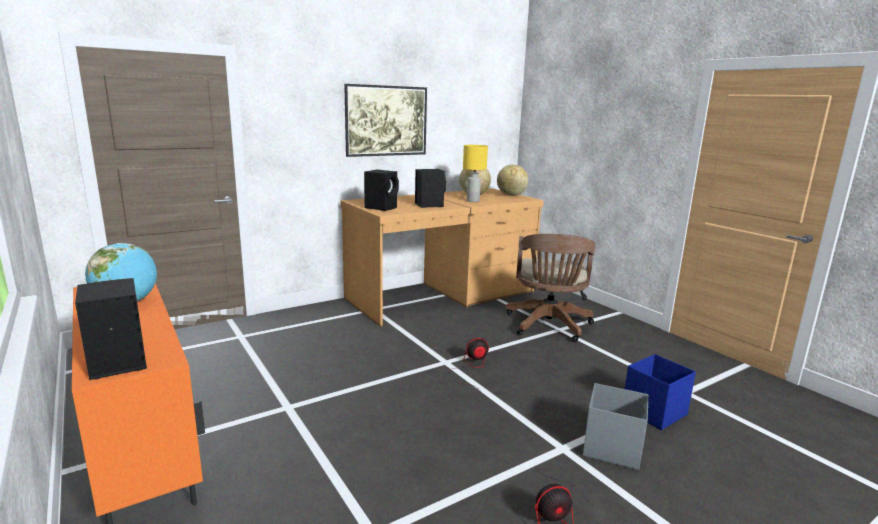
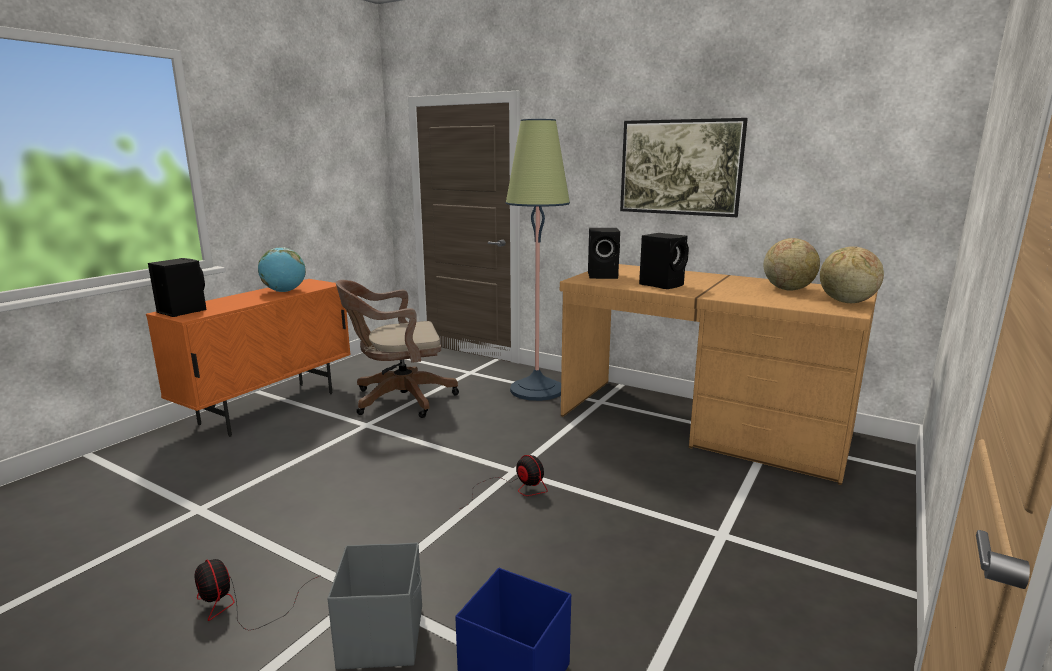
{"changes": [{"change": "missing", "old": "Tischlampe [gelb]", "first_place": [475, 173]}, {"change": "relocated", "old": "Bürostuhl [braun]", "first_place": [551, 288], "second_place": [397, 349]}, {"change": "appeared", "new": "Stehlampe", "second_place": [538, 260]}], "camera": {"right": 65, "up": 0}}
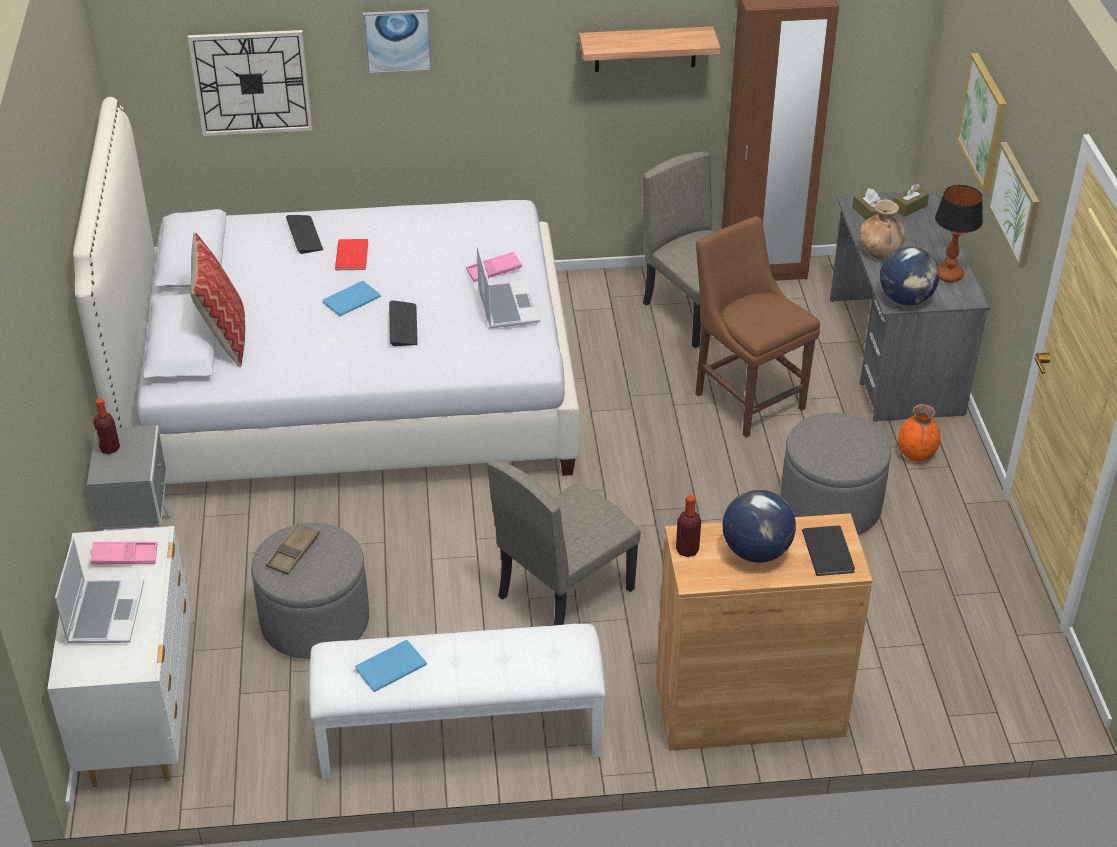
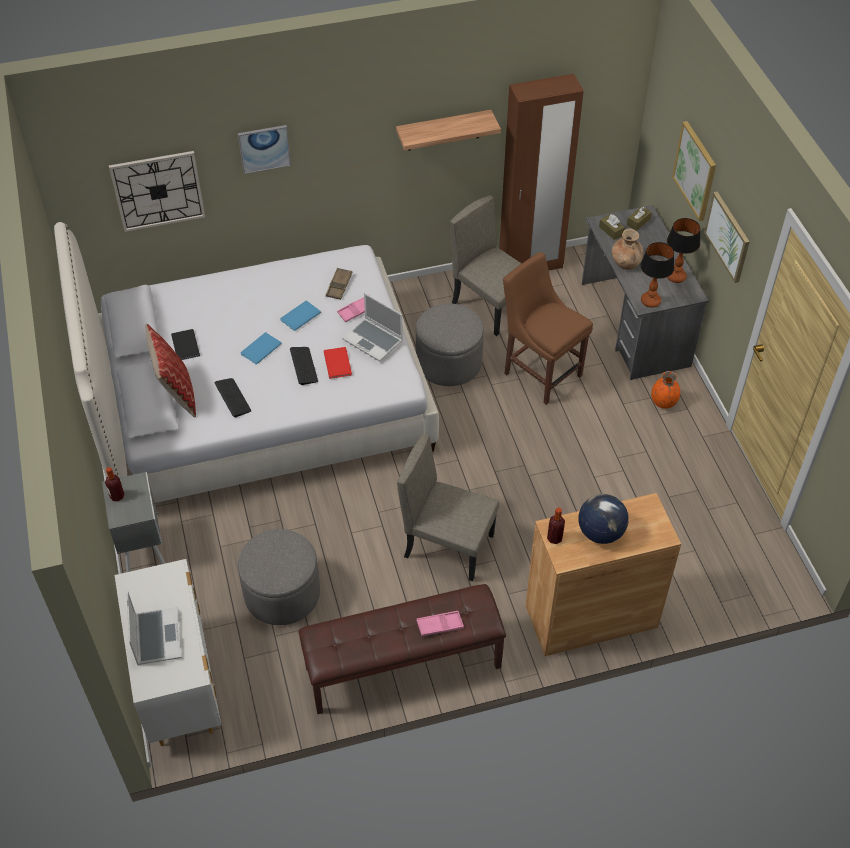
{"changes": [{"change": "relocated", "old": "Tablett [rosa]", "first_place": [124, 553], "second_place": [440, 623]}, {"change": "relocated", "old": "Tablett [braun]", "first_place": [293, 548], "second_place": [339, 284]}, {"change": "relocated", "old": "Tastatur", "first_place": [304, 234], "second_place": [233, 397]}, {"change": "colour", "old": "Bank [weiß]", "new": "Bank [braun]", "first_place": [457, 701], "second_place": [402, 649]}, {"change": "relocated", "old": "Buch [rot]", "first_place": [351, 254], "second_place": [338, 363]}, {"change": "relocated", "old": "Buch [blau]", "first_place": [391, 666], "second_place": [300, 316]}, {"change": "spun", "old": "Laptop", "first_place": [508, 287], "second_place": [373, 327], "degrees": 150}, {"change": "spun", "old": "Stuhl [beige]", "first_place": [564, 542], "second_place": [448, 507], "degrees": 75}, {"change": "relocated", "old": "Polsterhocker [grau]", "first_place": [835, 473], "second_place": [450, 345]}, {"change": "relocated", "old": "Buch [schwarz]", "first_place": [828, 550], "second_place": [185, 344]}, {"change": "exchanged", "old": "Globus", "new": "Tischlampe", "first_place": [909, 276], "second_place": [657, 275]}], "camera": {"right": -10, "up": 10}}
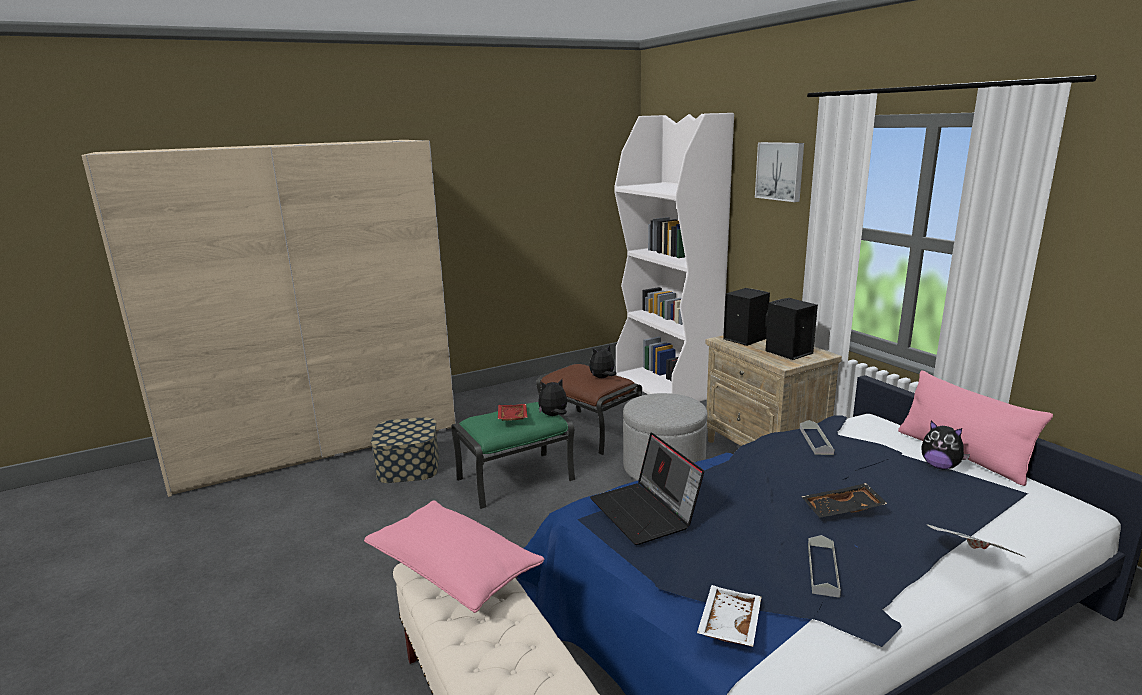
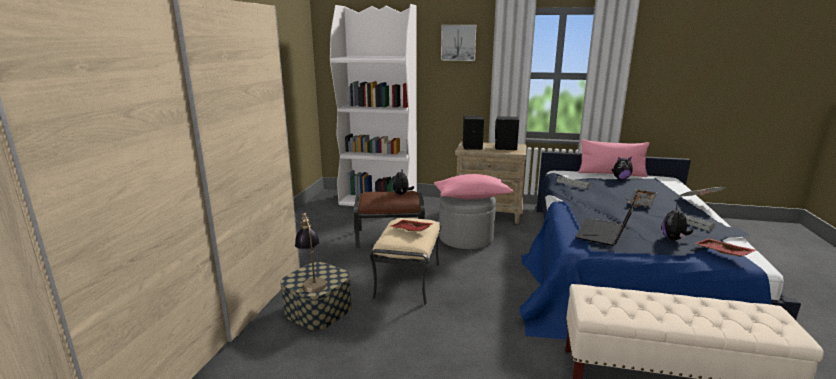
{"changes": [{"change": "relocated", "old": "Kissen [rosa]", "first_place": [454, 556], "second_place": [473, 186]}, {"change": "colour", "old": "Polsterhocker [grün]", "new": "Polsterhocker [beige]", "first_place": [513, 455], "second_place": [405, 261]}, {"change": "relocated", "old": "Plüschtier", "first_place": [552, 397], "second_place": [677, 223]}, {"change": "spun", "old": "Laptop", "first_place": [647, 488], "second_place": [606, 220], "degrees": 105}, {"change": "colour", "old": "Tablett [weiß]", "new": "Tablett [rot]", "first_place": [729, 616], "second_place": [726, 247]}, {"change": "appeared", "new": "Tischlampe", "second_place": [311, 253]}], "camera": {"right": -50, "up": 0}}
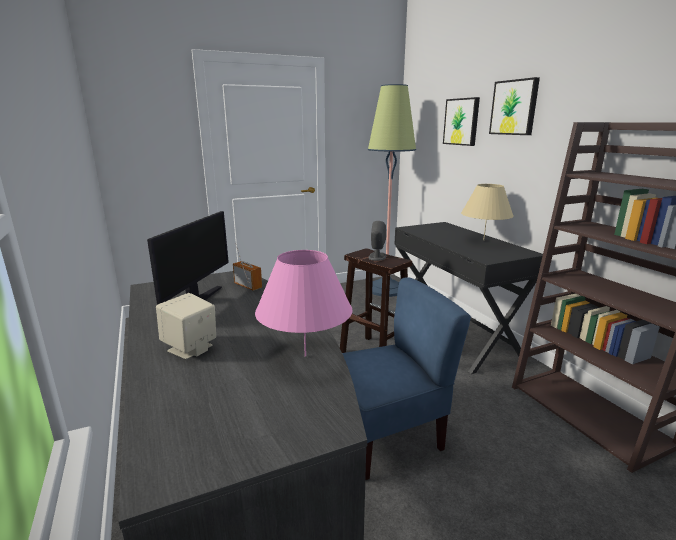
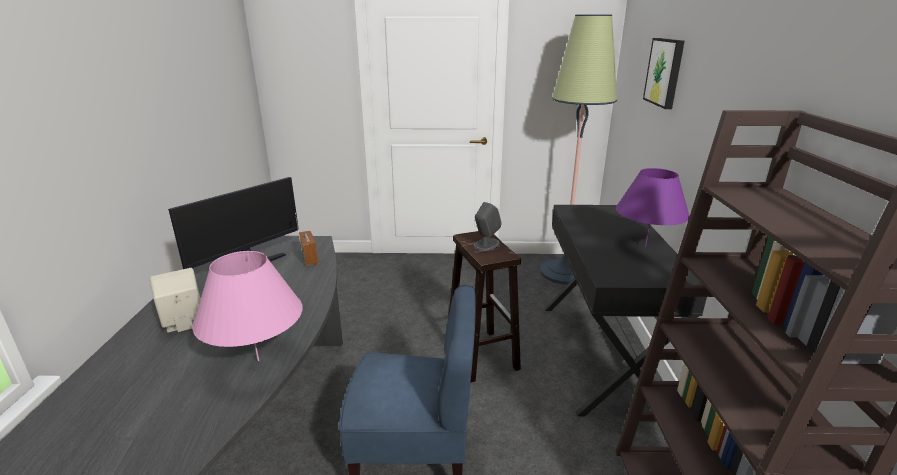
{"changes": [{"change": "colour", "old": "Tischlampe [beige]", "new": "Tischlampe [lila]", "first_place": [487, 212], "second_place": [653, 207]}, {"change": "missing", "old": "Bild", "first_place": [514, 106]}], "camera": {"right": 25, "up": 5}}
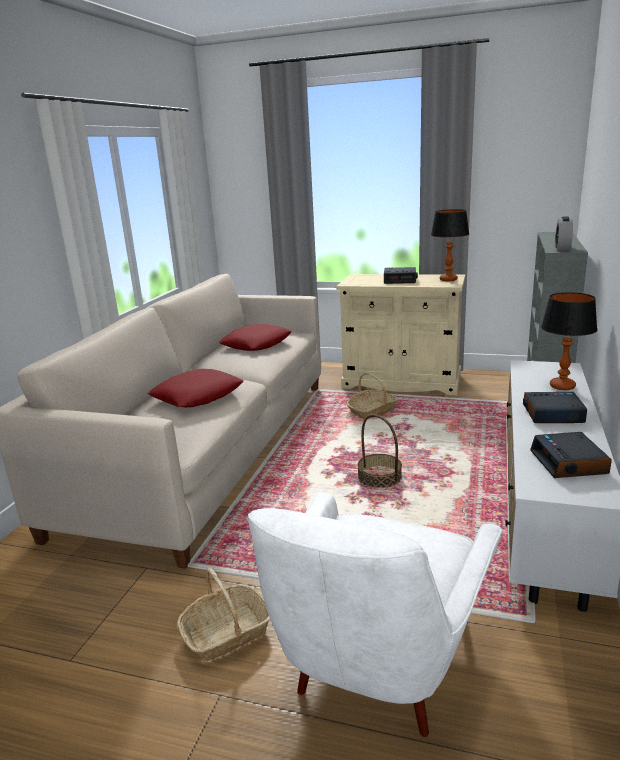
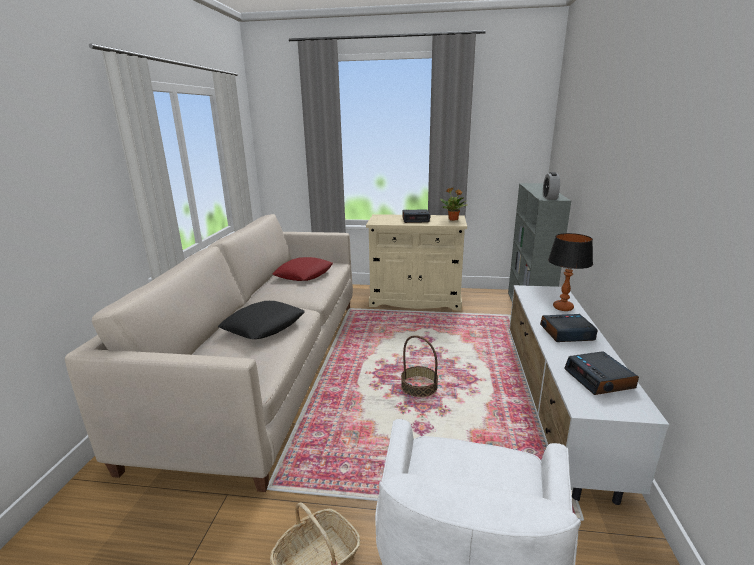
{"changes": [{"change": "colour", "old": "Kissen [rot]", "new": "Kissen [schwarz]", "first_place": [195, 388], "second_place": [261, 320]}, {"change": "missing", "old": "Korb", "first_place": [372, 396]}, {"change": "exchanged", "old": "Tischlampe", "new": "Topfpflanze", "first_place": [450, 245], "second_place": [454, 204]}], "camera": {"right": -10, "up": 0}}
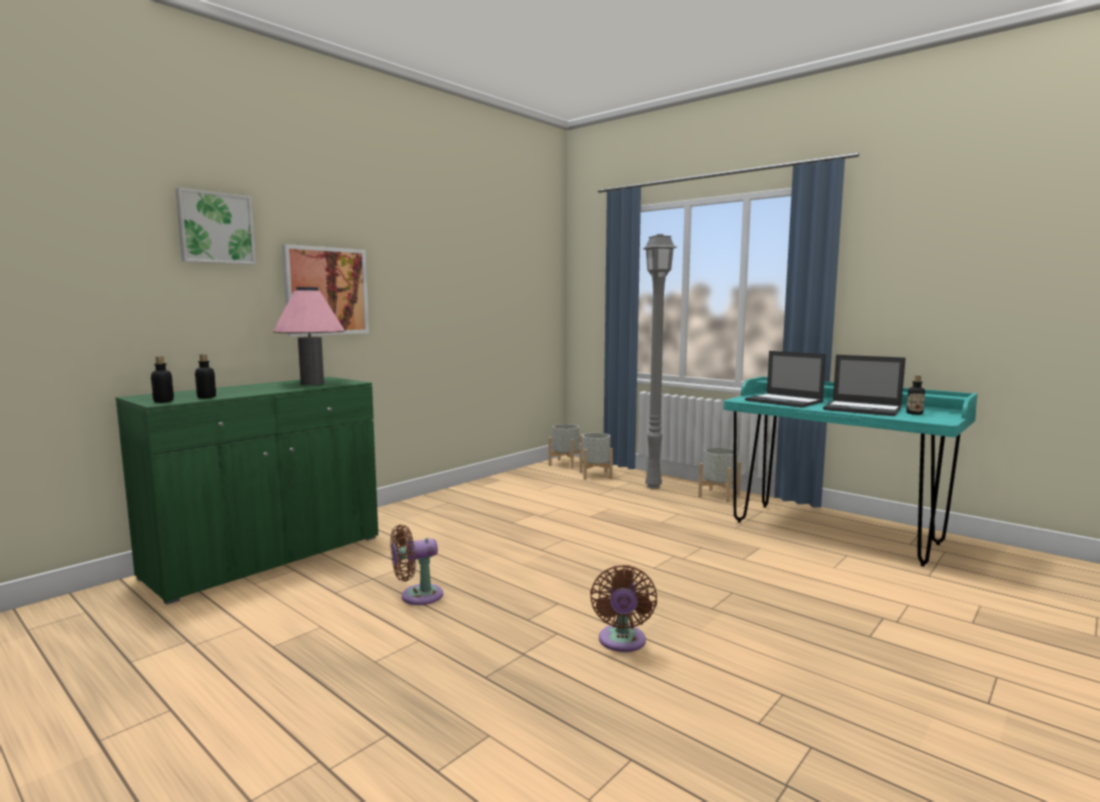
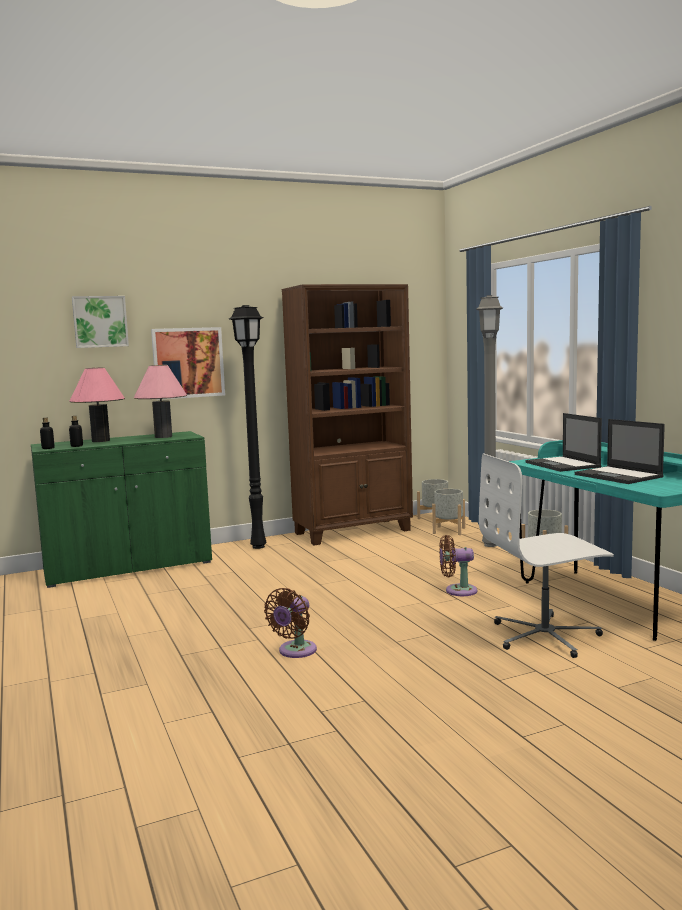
{"changes": [{"change": "relocated", "old": "Ventilator [braun]", "first_place": [416, 564], "second_place": [458, 565]}, {"change": "missing", "old": "Flasche", "first_place": [915, 395]}, {"change": "appeared", "new": "Tischlampe [rosa]", "second_place": [97, 404]}, {"change": "appeared", "new": "Stehlampe [schwarz]", "second_place": [248, 427]}, {"change": "appeared", "new": "Bücherregal [braun]", "second_place": [347, 414]}, {"change": "appeared", "new": "Bürostuhl [weiß]", "second_place": [546, 556]}], "camera": {"right": 25, "up": 0}}
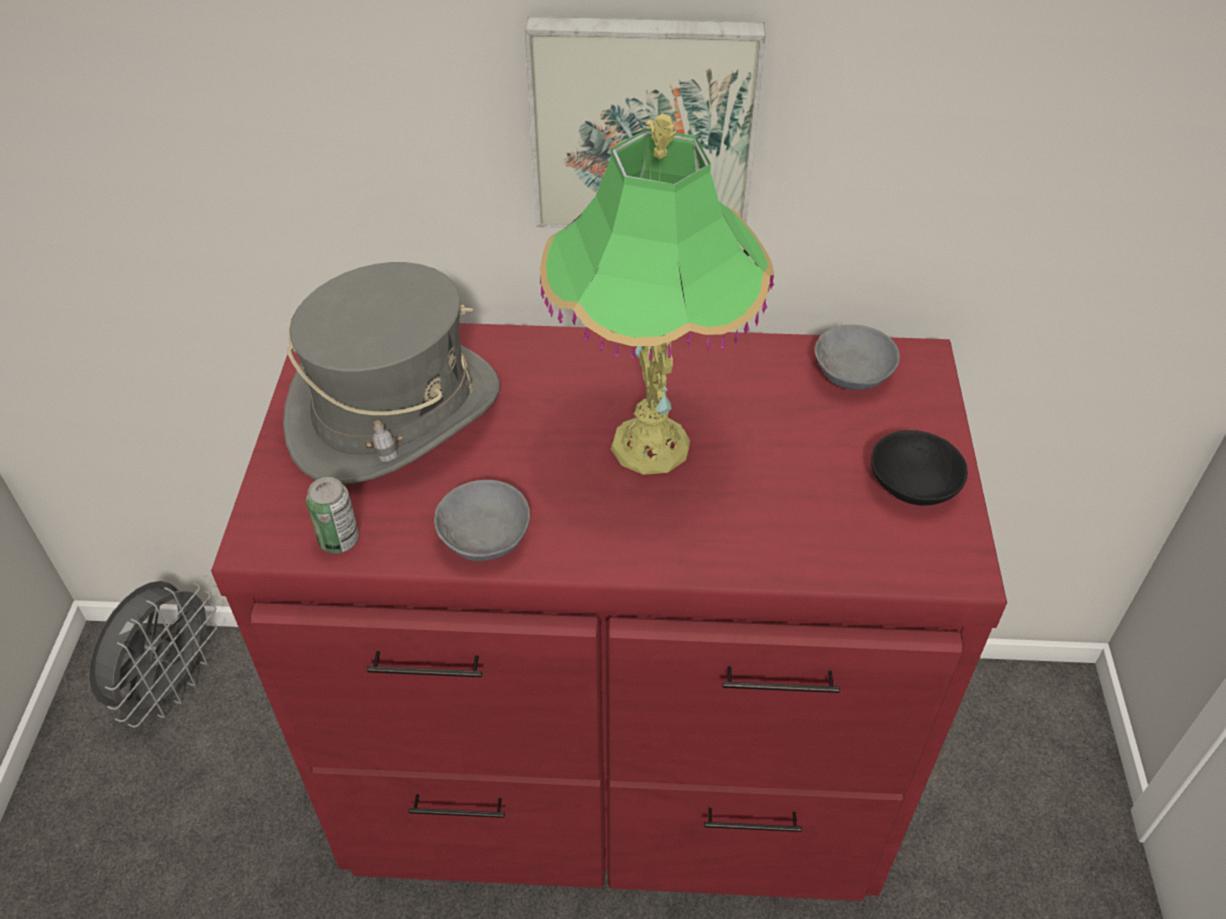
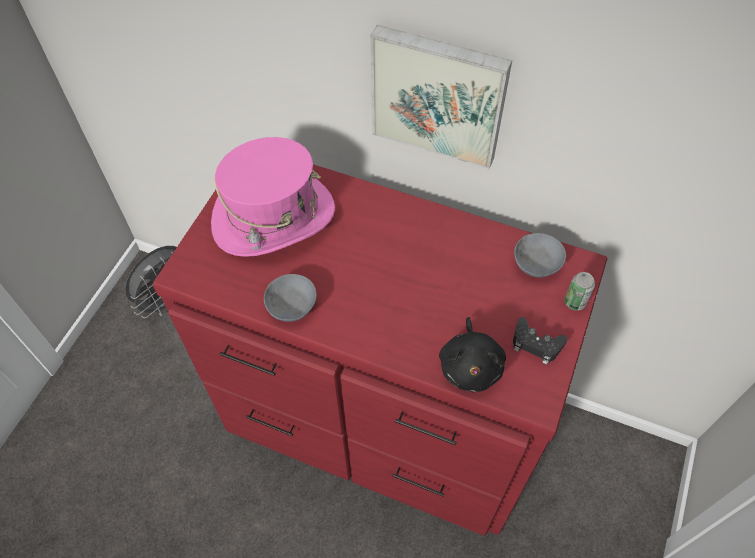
{"changes": [{"change": "colour", "old": "Hut [grau]", "new": "Hut [rosa]", "first_place": [391, 373], "second_place": [273, 197]}, {"change": "relocated", "old": "Dose", "first_place": [332, 515], "second_place": [579, 291]}, {"change": "missing", "old": "Tischlampe", "first_place": [657, 294]}, {"change": "exchanged", "old": "Schüssel [schwarz]", "new": "Gamepad [schwarz]", "first_place": [919, 468], "second_place": [540, 341]}, {"change": "appeared", "new": "Plüschtier [schwarz]", "second_place": [472, 354]}], "camera": {"right": 20, "up": 10}}
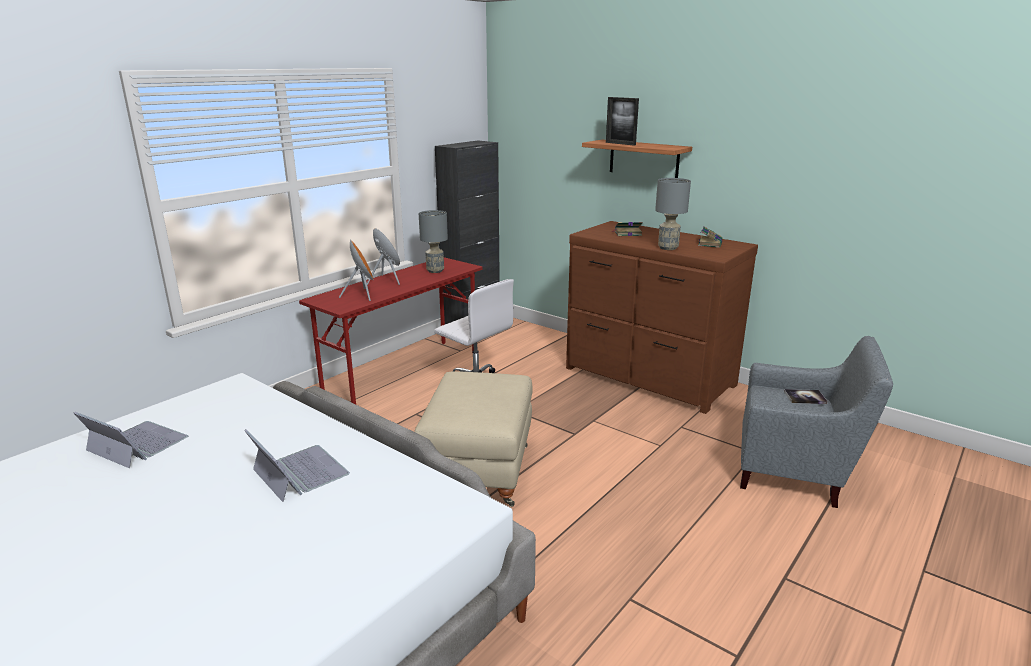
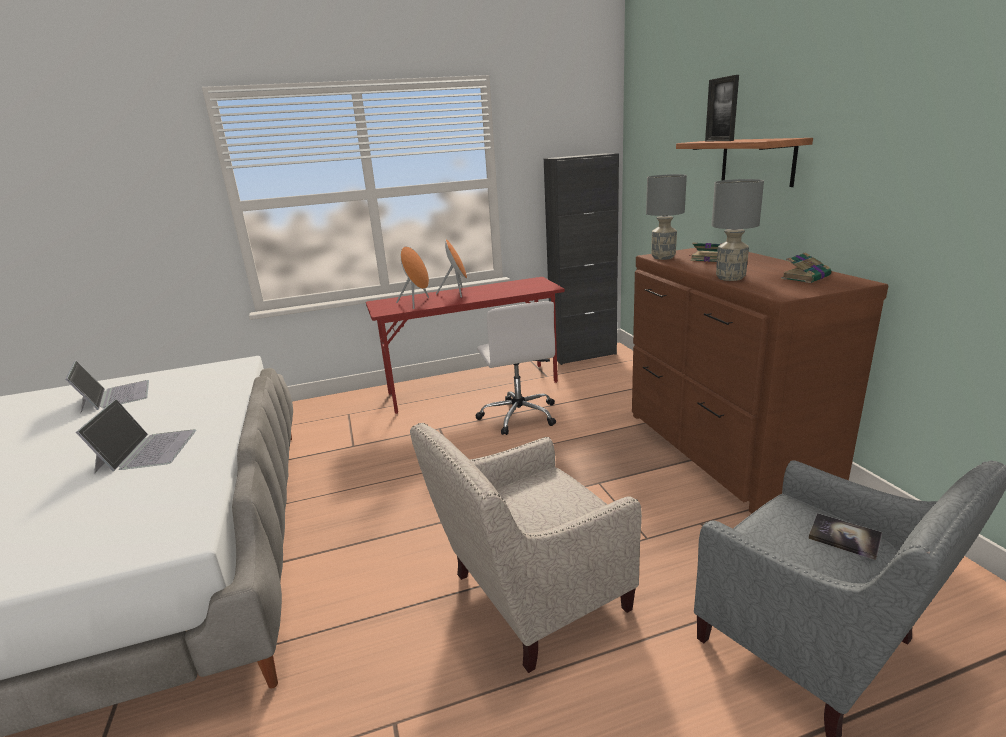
{"changes": [{"change": "missing", "old": "Polsterhocker [beige]", "first_place": [473, 439]}, {"change": "relocated", "old": "Tischlampe [grau]", "first_place": [433, 241], "second_place": [666, 217]}, {"change": "appeared", "new": "Sessel [beige]", "second_place": [526, 548]}], "camera": {"right": 35, "up": 0}}
